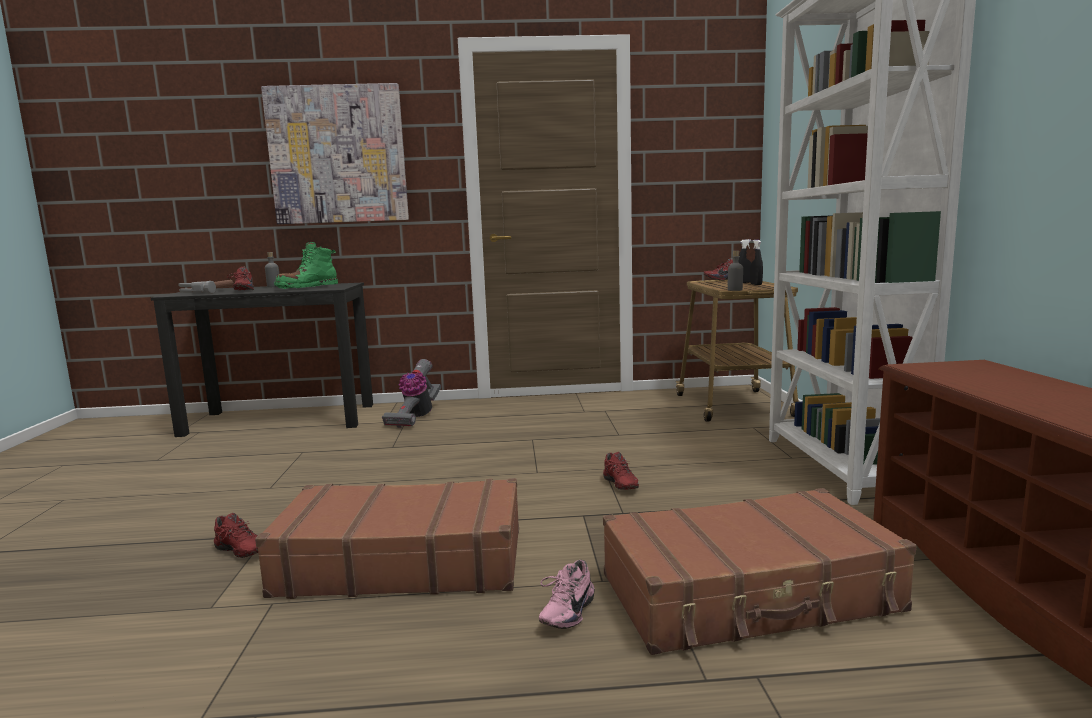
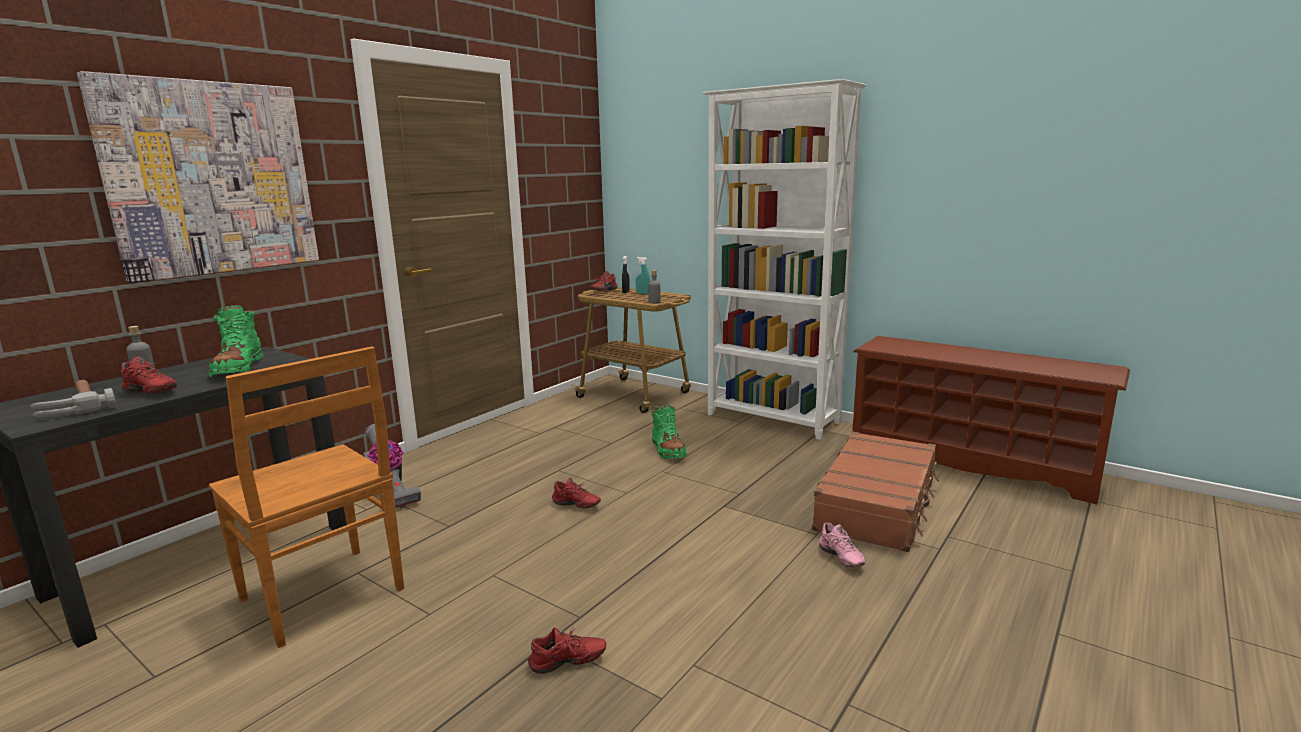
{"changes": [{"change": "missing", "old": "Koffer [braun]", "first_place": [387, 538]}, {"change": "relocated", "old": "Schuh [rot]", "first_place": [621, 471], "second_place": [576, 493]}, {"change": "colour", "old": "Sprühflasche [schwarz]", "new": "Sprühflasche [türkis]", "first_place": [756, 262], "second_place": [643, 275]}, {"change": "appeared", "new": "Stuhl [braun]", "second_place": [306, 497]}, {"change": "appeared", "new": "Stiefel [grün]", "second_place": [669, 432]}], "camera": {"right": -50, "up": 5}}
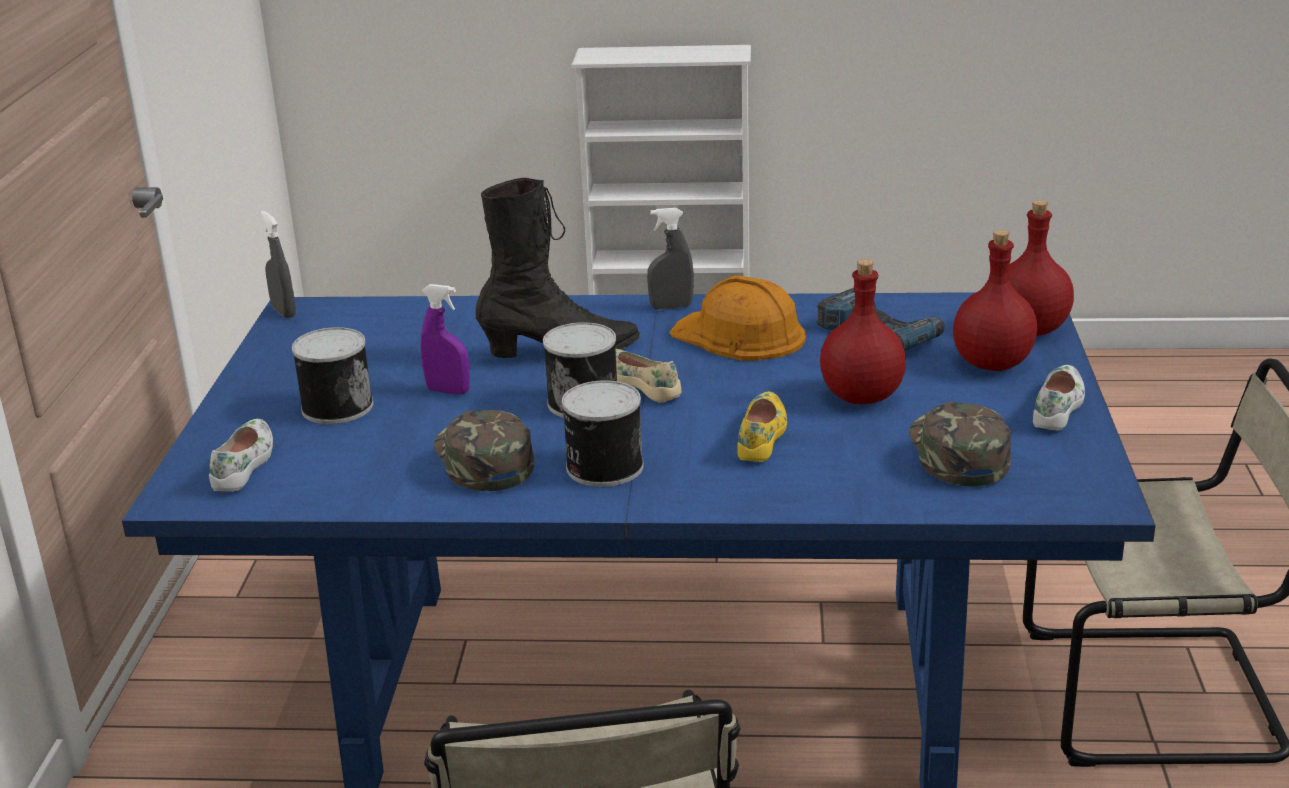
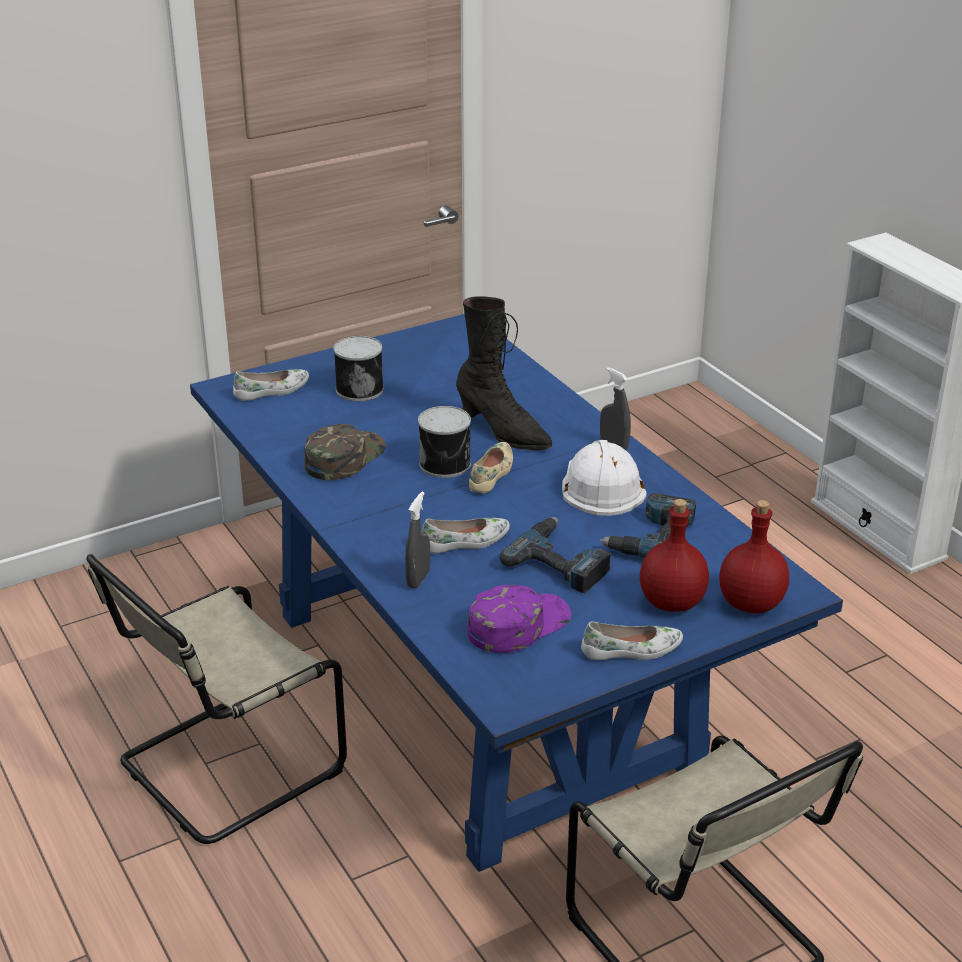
{"changes": [{"change": "relocated", "old": "Sprühflasche [grau]", "first_place": [278, 264], "second_place": [417, 540]}, {"change": "missing", "old": "Sprühflasche [lila]", "first_place": [445, 339]}, {"change": "missing", "old": "Dose", "first_place": [603, 433]}, {"change": "colour", "old": "Schutzhelm [orange]", "new": "Schutzhelm [weiß]", "first_place": [737, 318], "second_place": [604, 478]}, {"change": "colour", "old": "Schuh [gelb]", "new": "Schuh [weiß]", "first_place": [762, 427], "second_place": [466, 536]}, {"change": "exchanged", "old": "Flasche [rot]", "new": "Bohrmaschine", "first_place": [863, 331], "second_place": [555, 555]}, {"change": "colour", "old": "Kappe [grün]", "new": "Kappe [lila]", "first_place": [960, 444], "second_place": [519, 619]}], "camera": {"right": 55, "up": 5}}
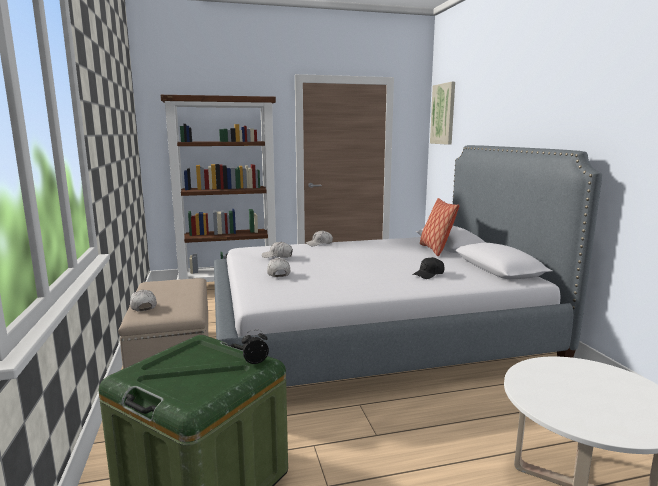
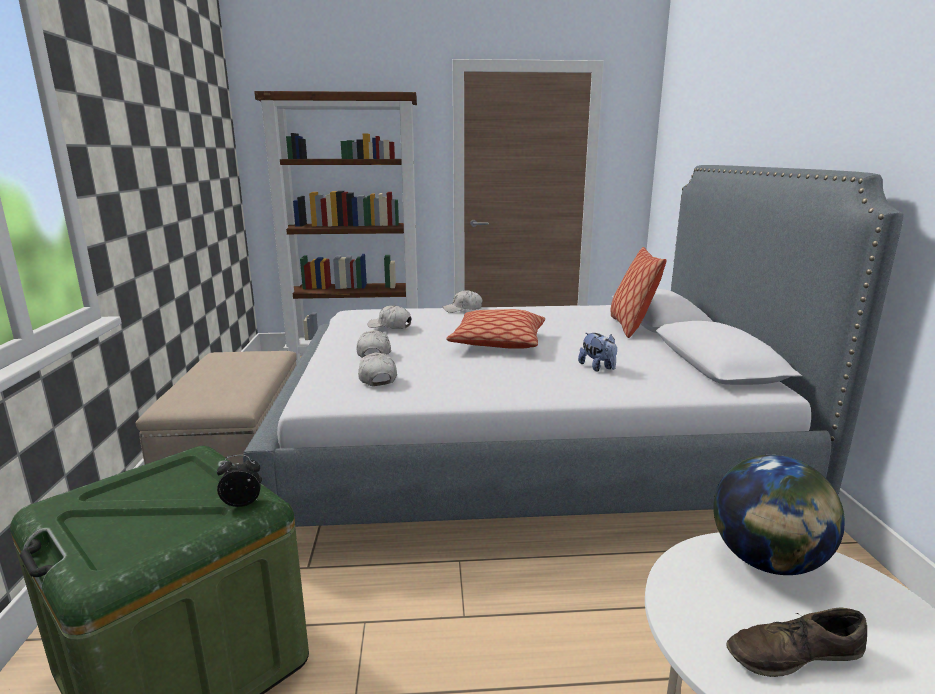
{"changes": [{"change": "relocated", "old": "Kappe [weiß]", "first_place": [143, 301], "second_place": [377, 369]}, {"change": "exchanged", "old": "Kappe [schwarz]", "new": "Plüschtier", "first_place": [428, 268], "second_place": [597, 352]}, {"change": "missing", "old": "Bild", "first_place": [442, 113]}, {"change": "appeared", "new": "Kissen", "second_place": [495, 329]}, {"change": "appeared", "new": "Globus", "second_place": [779, 515]}, {"change": "appeared", "new": "Schuh [braun]", "second_place": [796, 642]}], "camera": {"right": 10, "up": 5}}
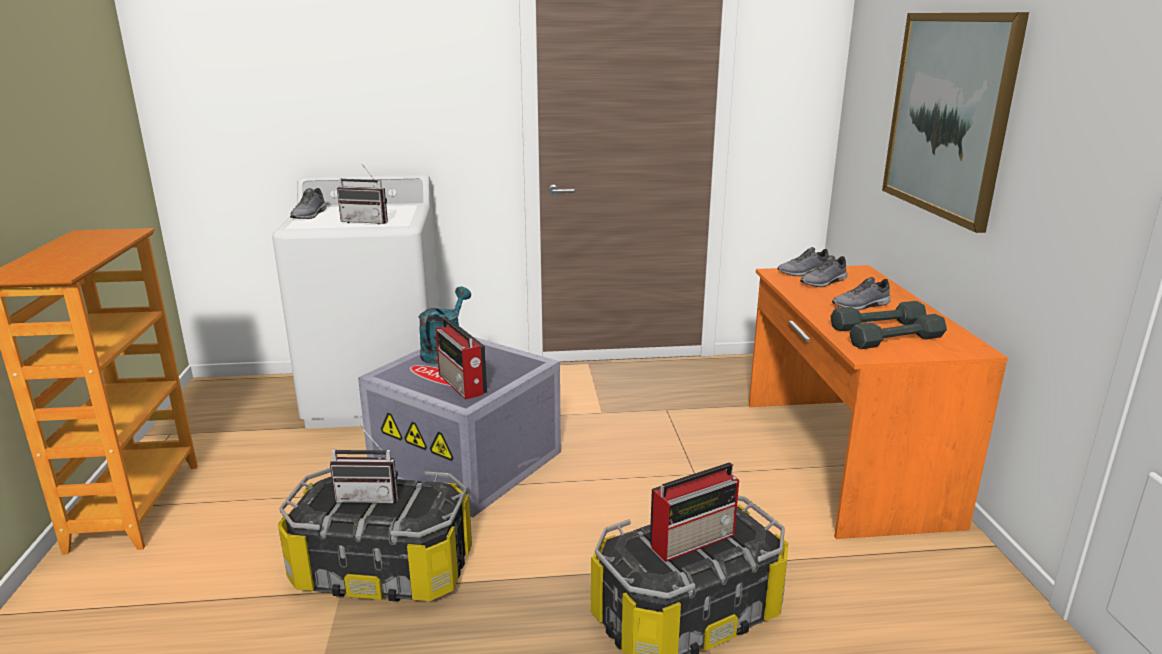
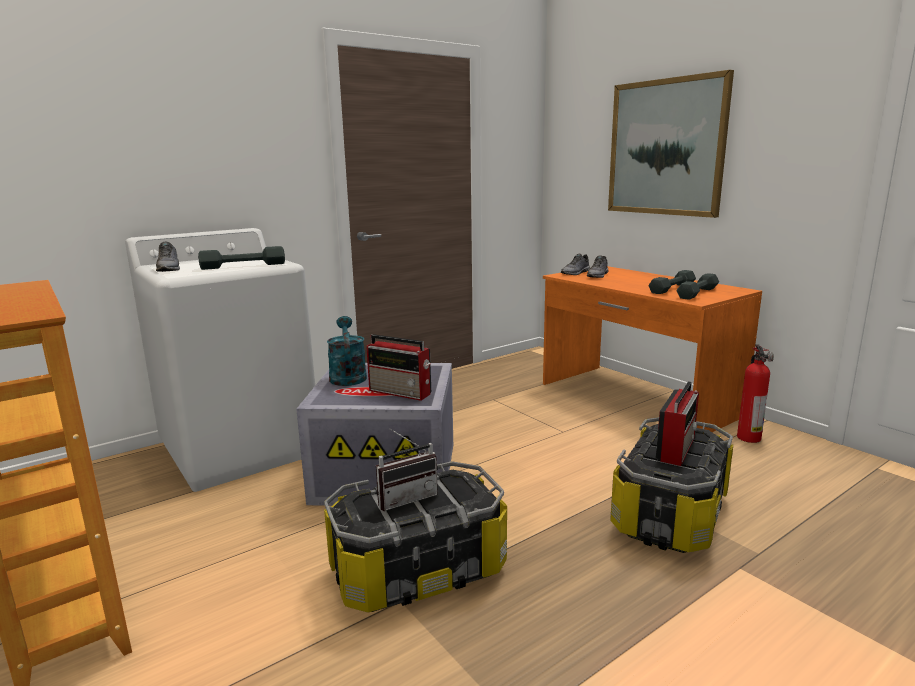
{"changes": [{"change": "exchanged", "old": "Radio", "new": "Hantel [grau]", "first_place": [362, 194], "second_place": [241, 258]}, {"change": "missing", "old": "Schuh [grau]", "first_place": [861, 293]}, {"change": "appeared", "new": "Feuerlöscher", "second_place": [755, 393]}], "camera": {"right": -30, "up": -5}}
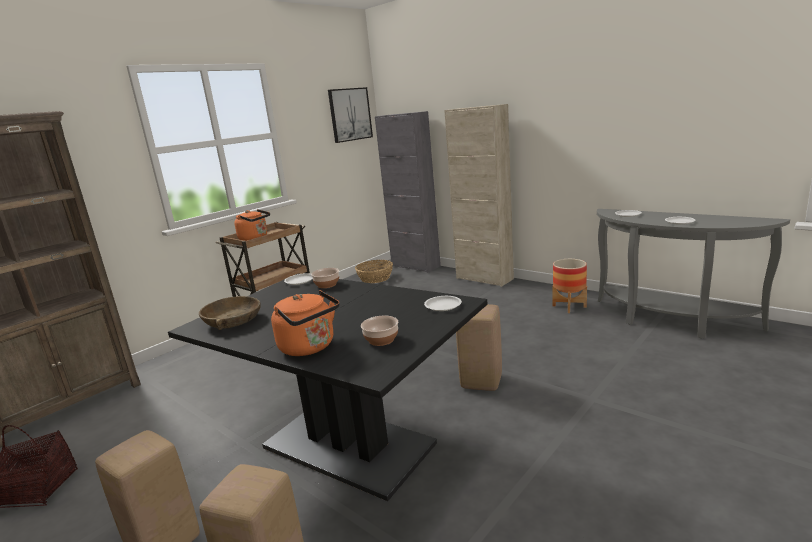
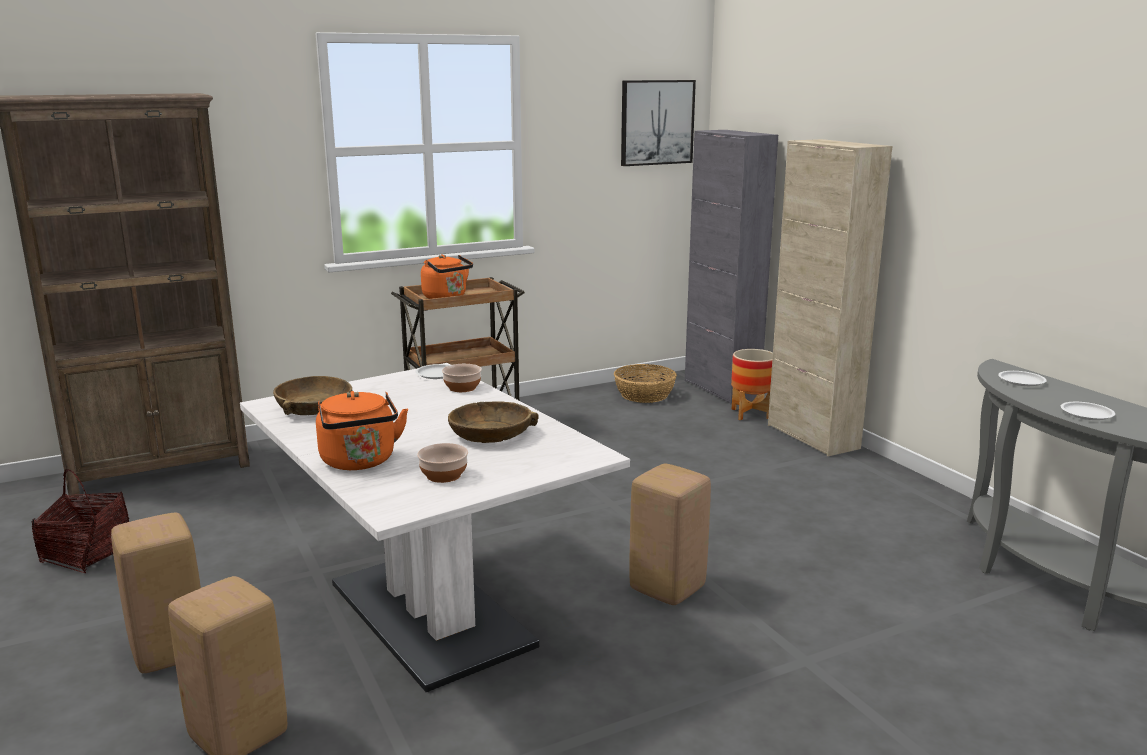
{"changes": [{"change": "colour", "old": "Esstisch [schwarz]", "new": "Esstisch [weiß]", "first_place": [327, 387], "second_place": [435, 527]}, {"change": "missing", "old": "Teller [weiß]", "first_place": [443, 303]}, {"change": "relocated", "old": "Pflanzkübel", "first_place": [569, 286], "second_place": [752, 384]}, {"change": "appeared", "new": "Schüssel [braun]", "second_place": [493, 422]}], "camera": {"right": 20, "up": 0}}
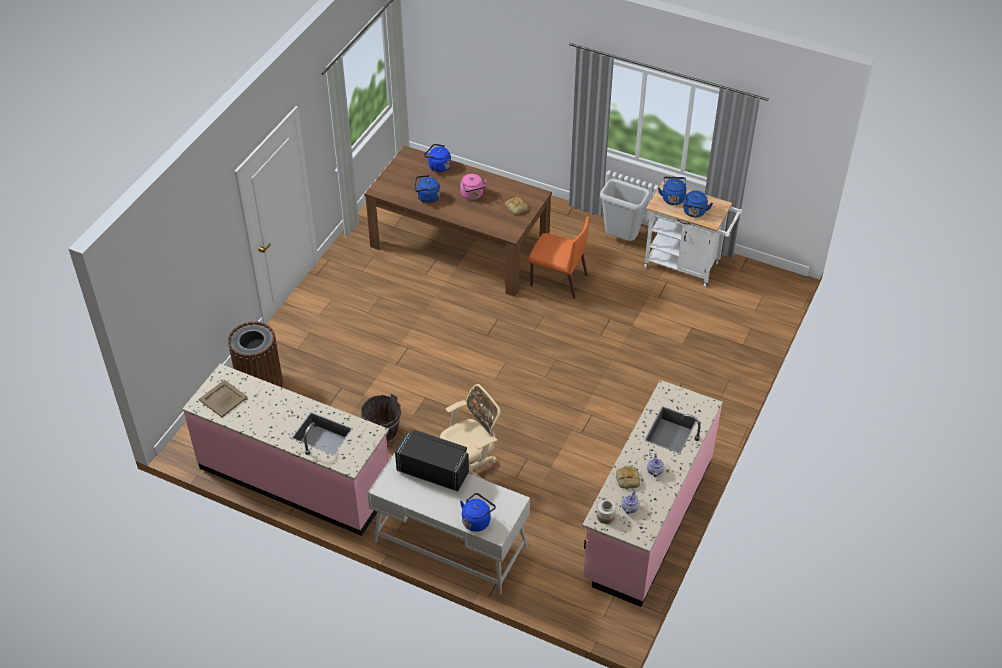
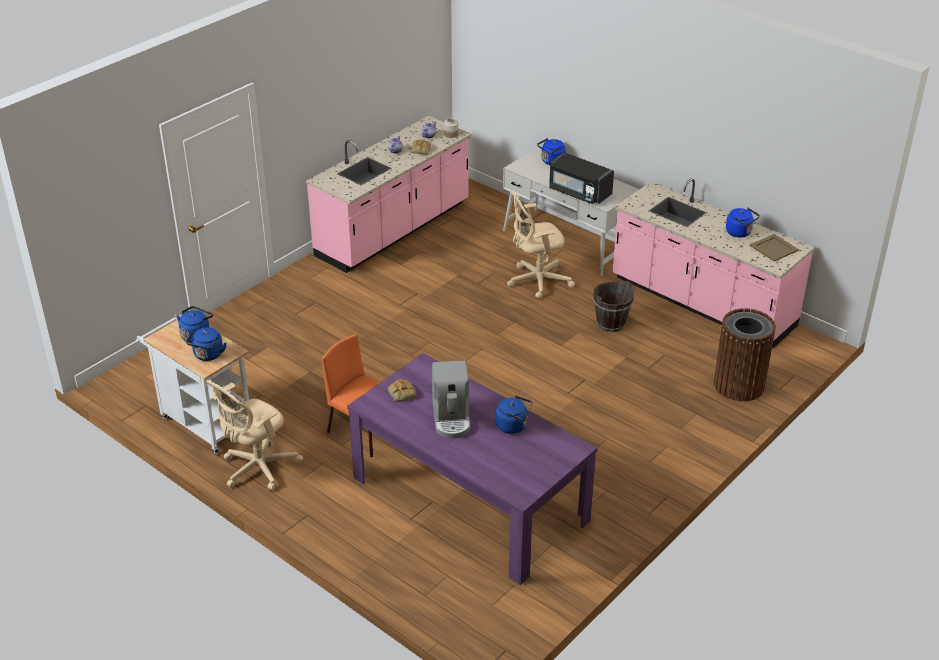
{"changes": [{"change": "colour", "old": "Esstisch [braun]", "new": "Esstisch [lila]", "first_place": [458, 221], "second_place": [472, 469]}, {"change": "relocated", "old": "Wasserkessel [blau]", "first_place": [437, 158], "second_place": [743, 222]}, {"change": "exchanged", "old": "Wasserkessel [rosa]", "new": "Kaffeemaschine", "first_place": [473, 187], "second_place": [451, 399]}, {"change": "exchanged", "old": "Mülleimer [grau]", "new": "Bürostuhl [beige]", "first_place": [625, 210], "second_place": [254, 435]}], "camera": {"right": -165, "up": -10}}
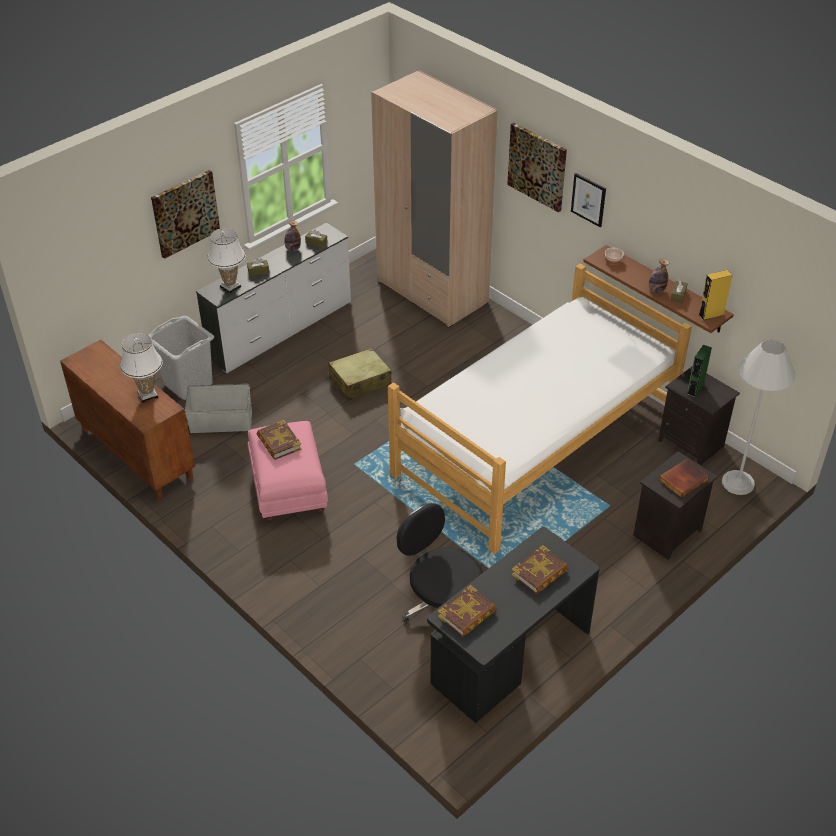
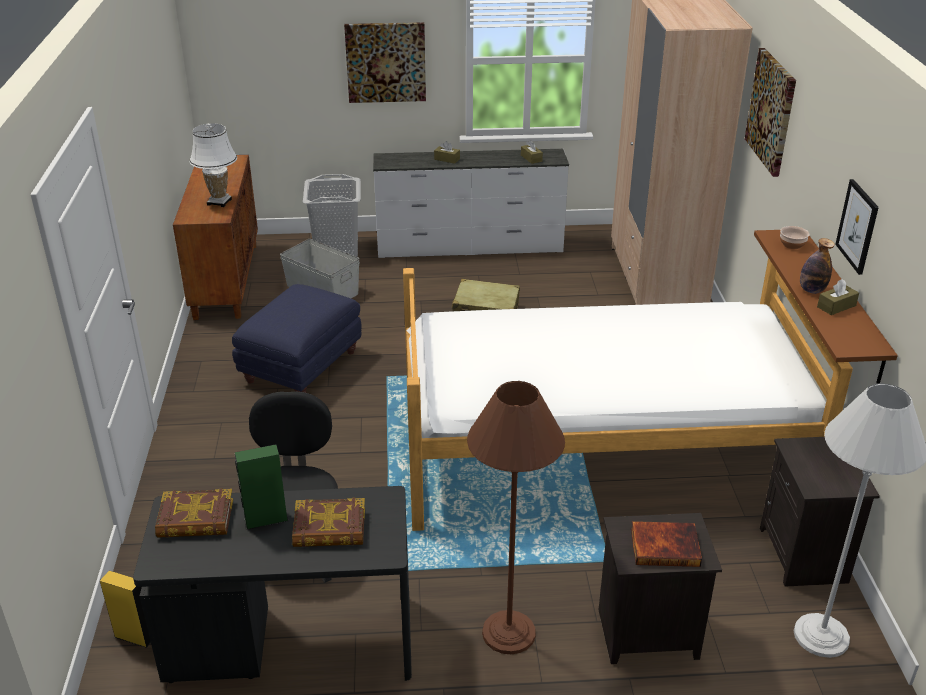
{"changes": [{"change": "missing", "old": "Tischlampe [weiß]", "first_place": [226, 260]}, {"change": "colour", "old": "Polsterhocker [rosa]", "new": "Polsterhocker [blau]", "first_place": [288, 472], "second_place": [297, 338]}, {"change": "missing", "old": "Buch", "first_place": [279, 440]}, {"change": "missing", "old": "Flasche", "first_place": [292, 235]}, {"change": "relocated", "old": "Bild", "first_place": [588, 200], "second_place": [857, 227]}, {"change": "relocated", "old": "Lautsprecher [grün]", "first_place": [699, 371], "second_place": [261, 487]}, {"change": "relocated", "old": "Lautsprecher [gelb]", "first_place": [716, 295], "second_place": [125, 609]}, {"change": "appeared", "new": "Stehlampe [braun]", "second_place": [516, 517]}], "camera": {"right": 40, "up": -10}}
